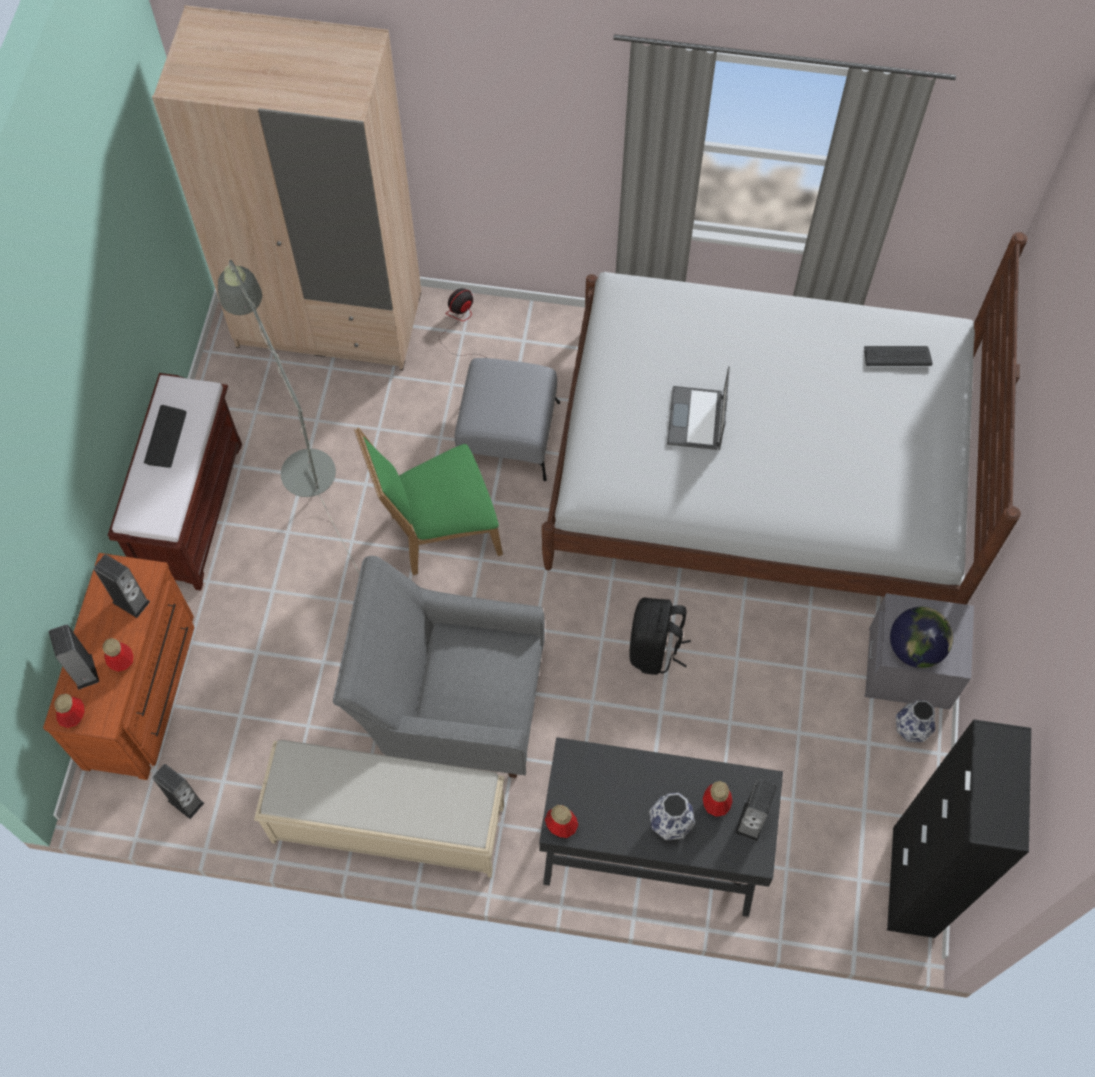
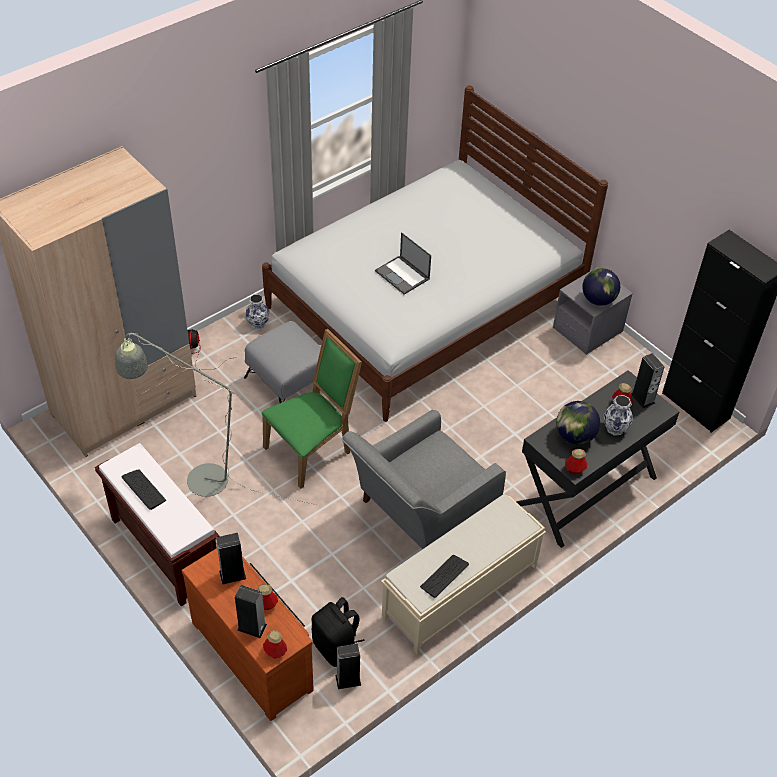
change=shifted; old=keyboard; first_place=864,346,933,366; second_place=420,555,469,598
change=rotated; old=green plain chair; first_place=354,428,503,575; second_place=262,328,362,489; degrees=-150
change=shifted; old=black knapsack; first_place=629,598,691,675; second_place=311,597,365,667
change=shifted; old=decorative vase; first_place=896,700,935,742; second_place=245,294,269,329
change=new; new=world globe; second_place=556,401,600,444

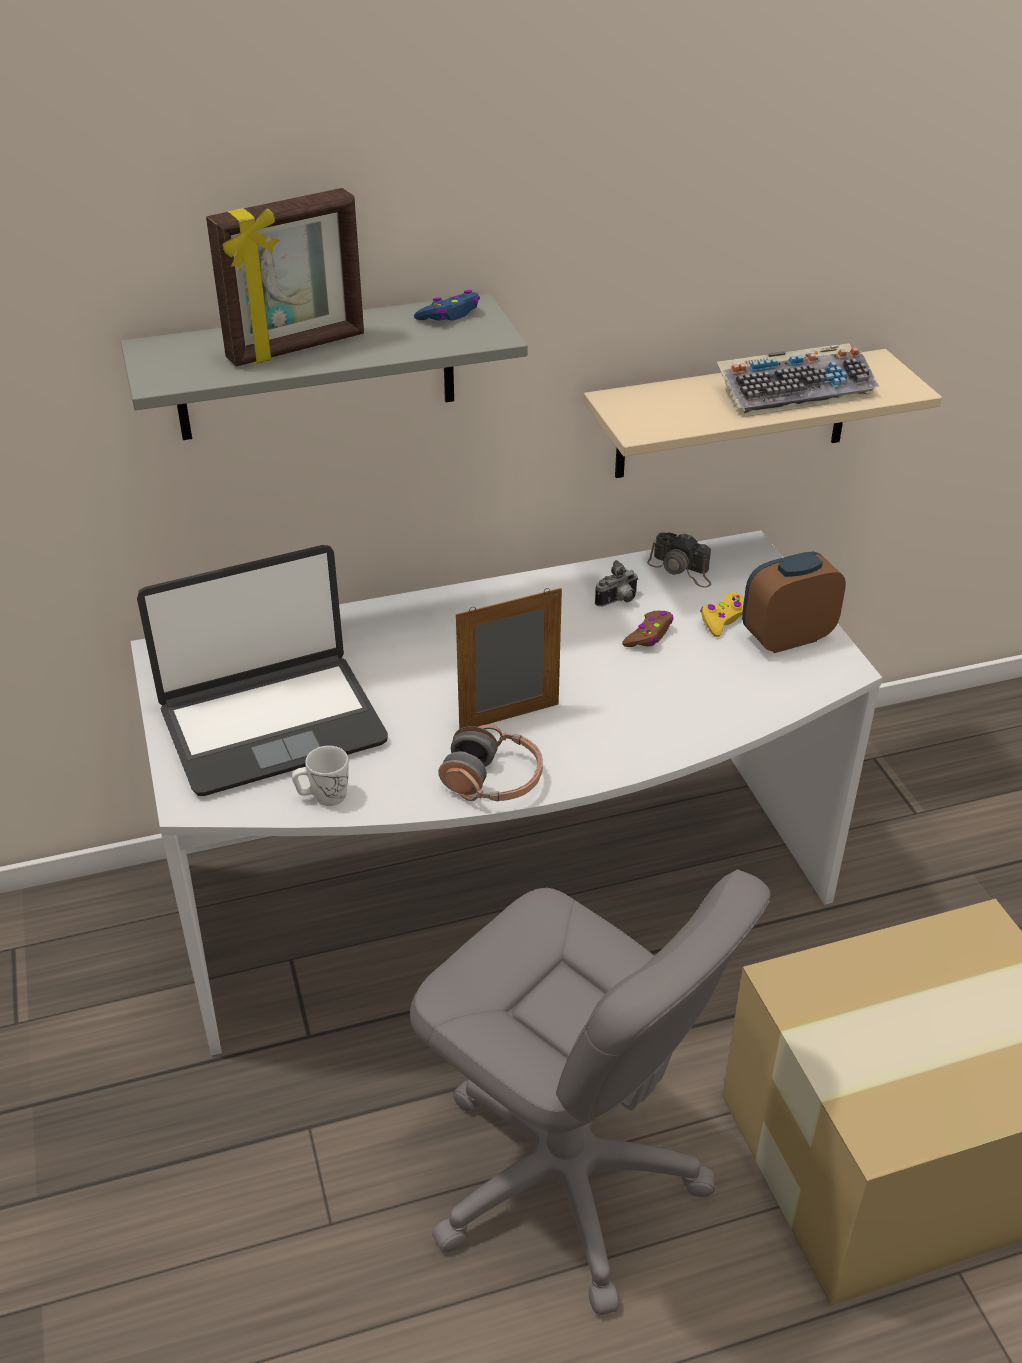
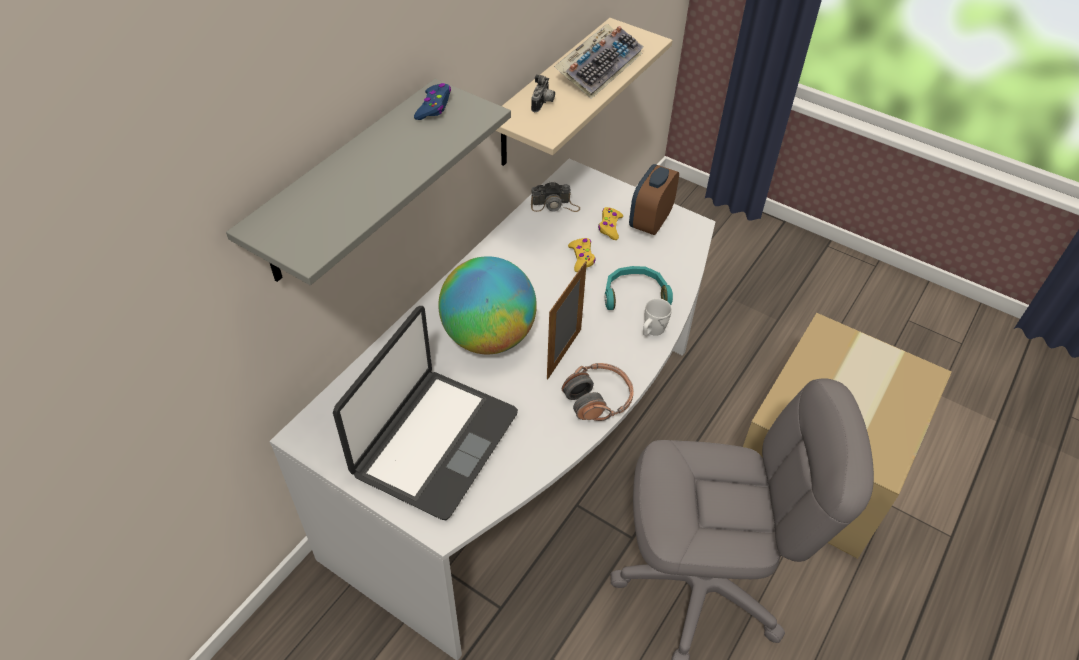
change=gone; old=standing frame; first_place=206,188,364,367
change=shifted; old=photo camera; first_place=595,560,639,607; second_place=531,75,555,112
change=repainted; old=brown joypad; new=yellow-coloured joypad; first_place=622,611,673,647; second_place=568,238,596,272
change=shifted; old=whitish tea mug; first_place=292,746,349,806; second_place=643,298,672,336
change=new; new=world globe; second_place=438,256,537,354
change=new; new=turquoise pair of headphones; second_place=605,266,673,310

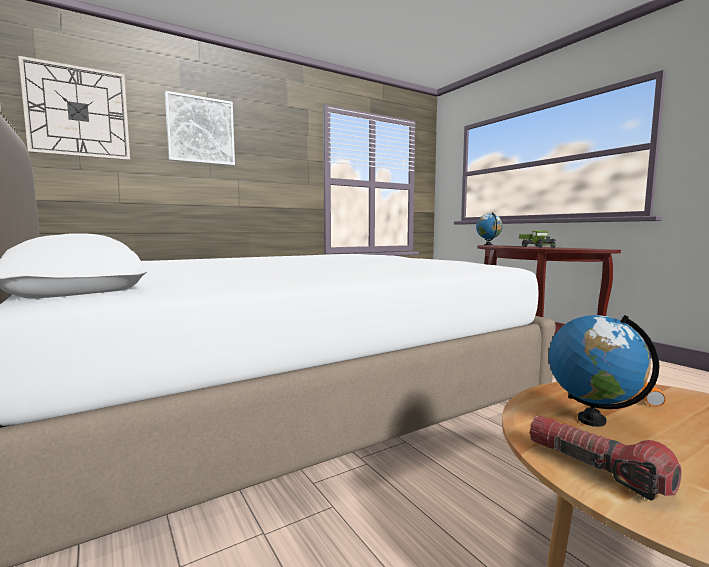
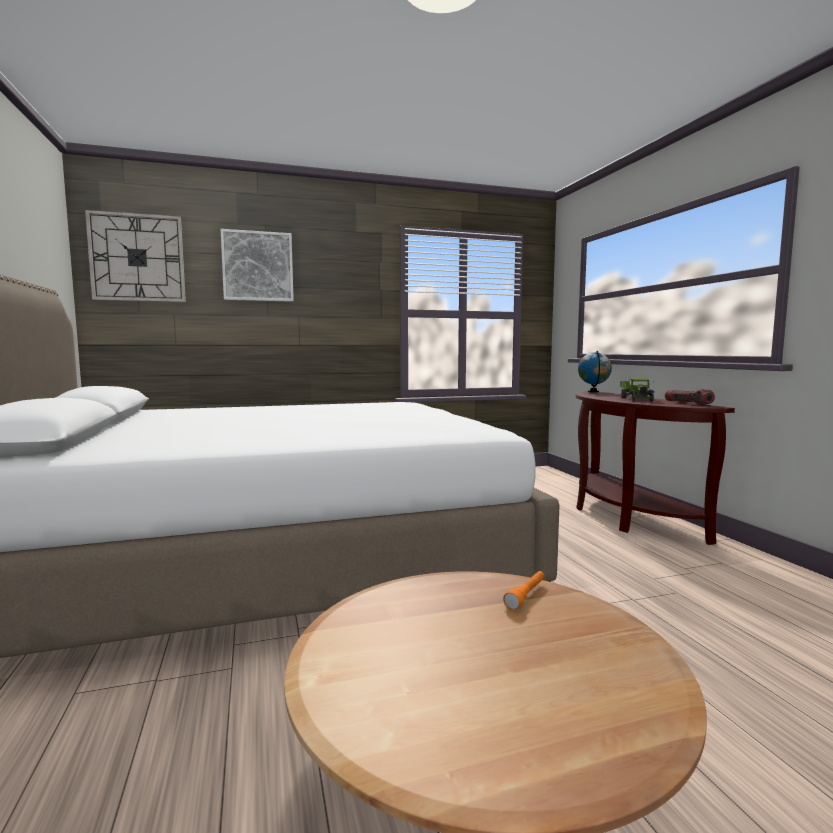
change=gone; old=world globe; first_place=549,315,660,427
change=shifted; old=torch; first_place=529,415,682,500; second_place=665,389,715,405

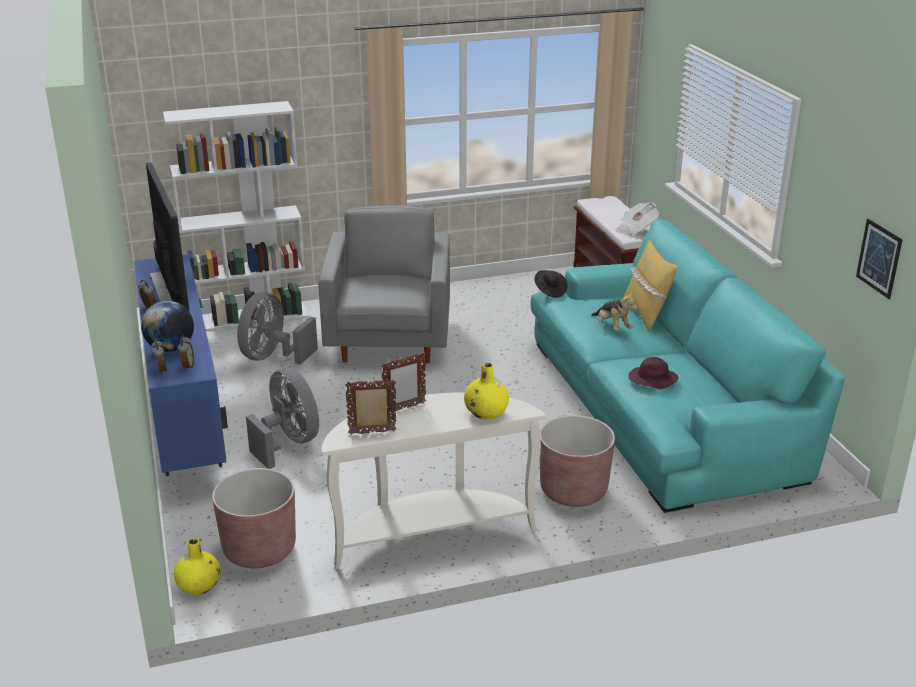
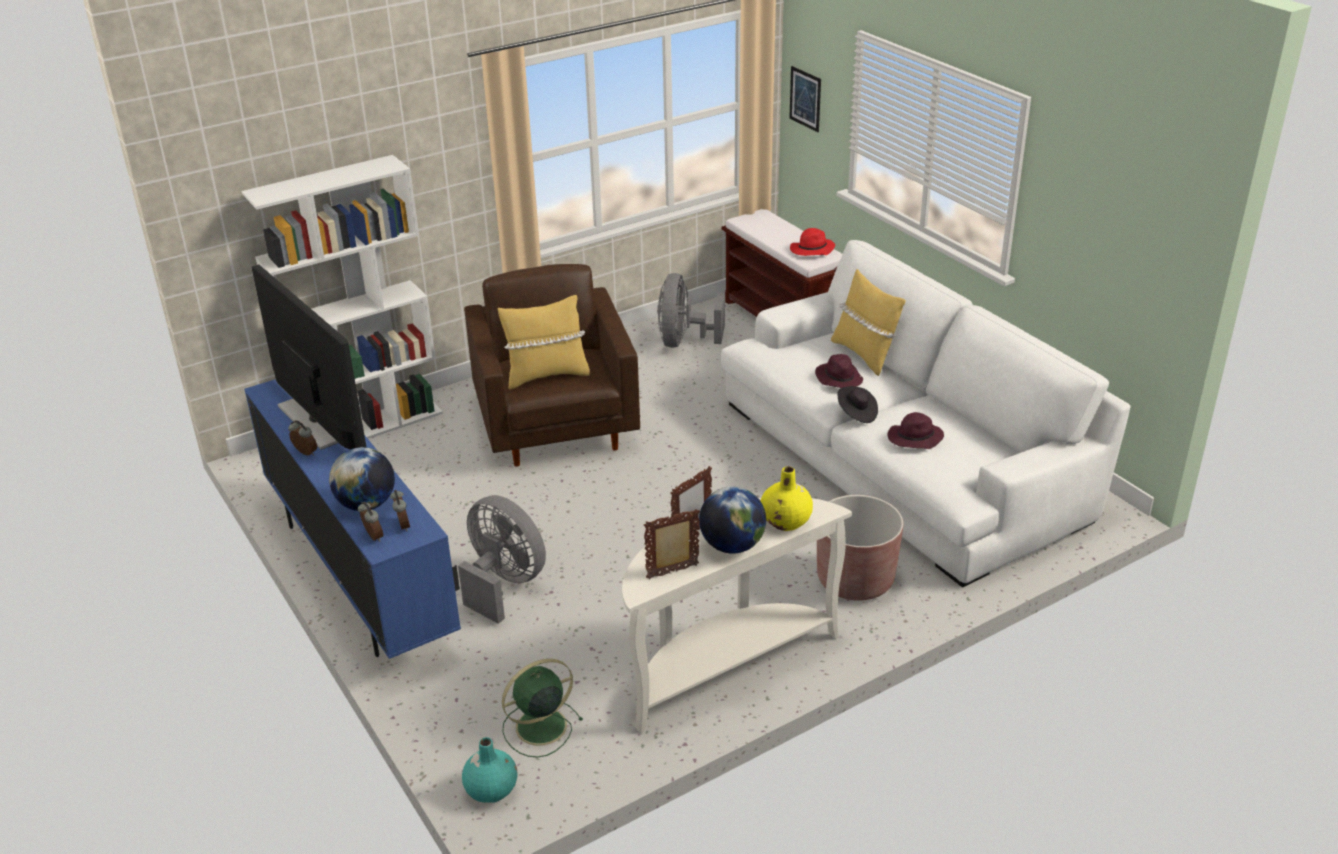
change=swapped; old=newspaper; new=reddish clothing hat; first_place=615,202,659,235; second_place=790,228,835,256
change=repainted; old=gray easy chair; new=brown easy chair; first_place=318,205,450,363; second_place=464,264,640,467
change=repainted; old=turquoise couch; new=whitish couch; first_place=531,219,845,513; second_place=721,240,1131,588
change=shifted; old=picture; first_place=856,219,903,299; second_place=789,66,821,132
change=shifted; old=black clothing hat; first_place=534,270,567,298; second_place=838,386,878,423
change=swapped; old=soft toy; new=purple-coloured clothing hat; first_place=591,291,638,331; second_place=815,354,863,388
change=shifted; old=gray cooling fan; first_place=237,292,318,364; second_place=657,273,725,348
change=swapped; old=brown flower pot; new=green cooling fan; first_place=212,468,296,568; second_place=502,659,583,758
change=repainted; old=yellow-coloured decorative vase; new=turquoise decorative vase; first_place=174,538,221,595; second_place=462,737,517,803
change=new; new=yellow-coloured throw pillow; second_place=498,295,590,389
change=new; new=world globe; second_place=699,486,766,554

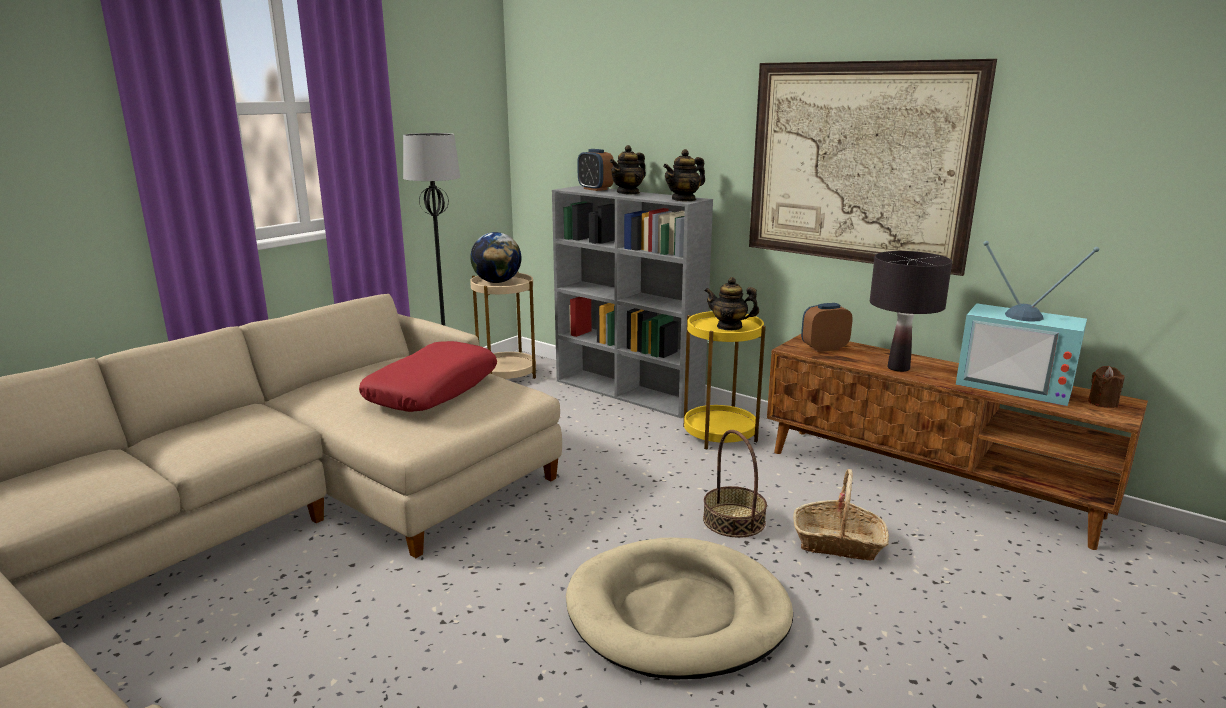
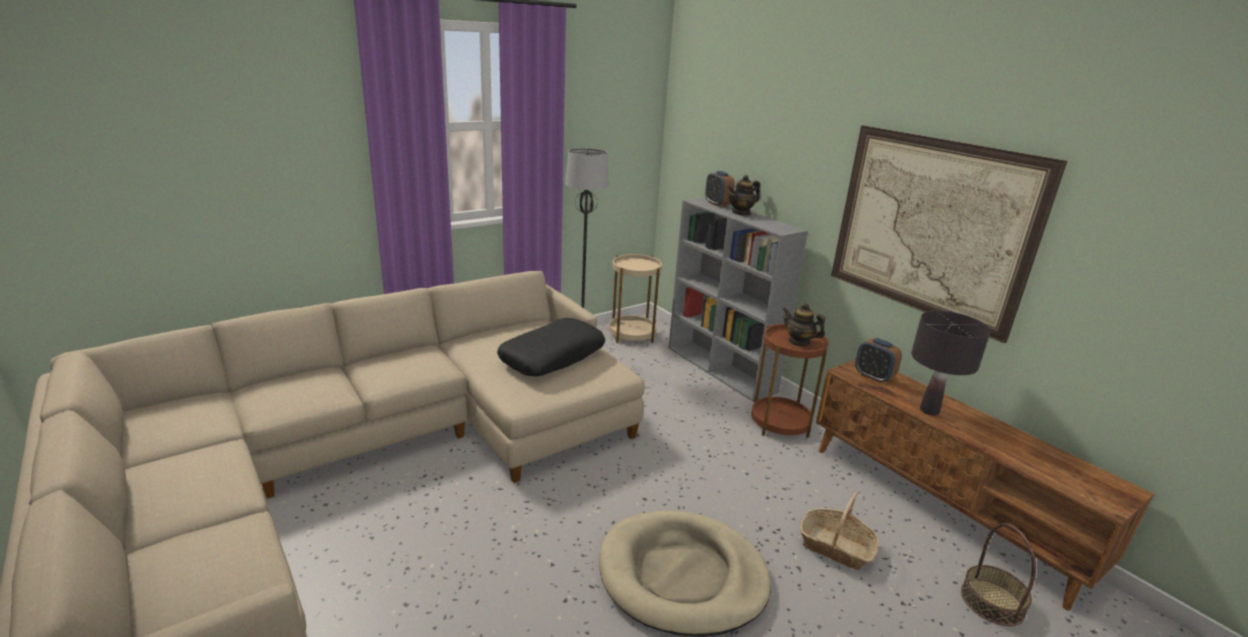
change=gone; old=tea pot; first_place=663,149,705,202
change=gone; old=world globe; first_place=470,232,521,283
change=gone; old=TV set; first_place=956,241,1099,406
change=rotated; old=alarm clock; first_place=801,303,852,352; second_place=855,338,902,383; degrees=-135
change=repainted; old=yellow-coloured end table; new=brown end table; first_place=684,311,766,449; second_place=751,324,829,438
change=repainted; old=reddish throw pillow; new=black throw pillow; first_place=359,341,497,412; second_place=497,318,605,376
change=gone; old=brown wax candle; first_place=1088,366,1124,408
change=shifted; old=household basket; first_place=703,430,767,538; second_place=961,523,1036,626

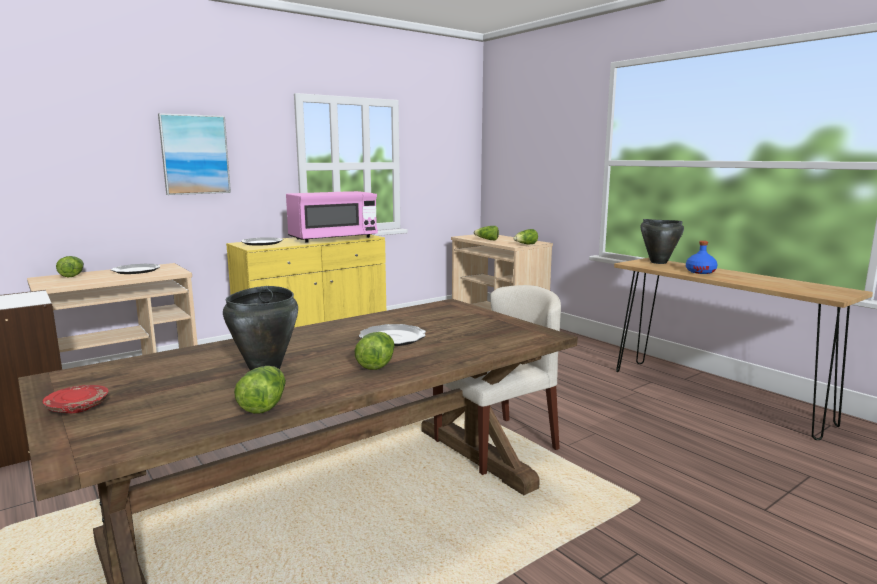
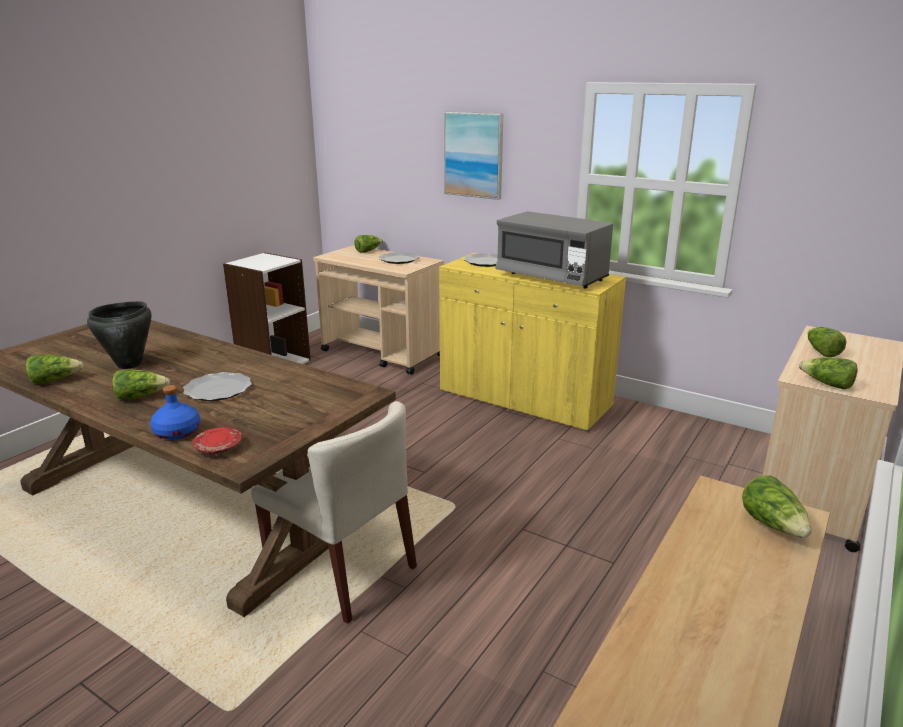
change=repainted; old=pink-coloured microwave oven; new=gray microwave oven; first_place=286,191,378,243; second_place=496,211,613,288
change=swapped; old=black cooking pot; new=lettuce; first_place=641,219,684,264; second_place=742,475,812,538
change=shifted; old=bluish bottle; first_place=686,241,718,274; second_place=150,385,200,440
change=shifted; old=reddish dinner plate; first_place=43,385,108,413; second_place=192,427,242,455

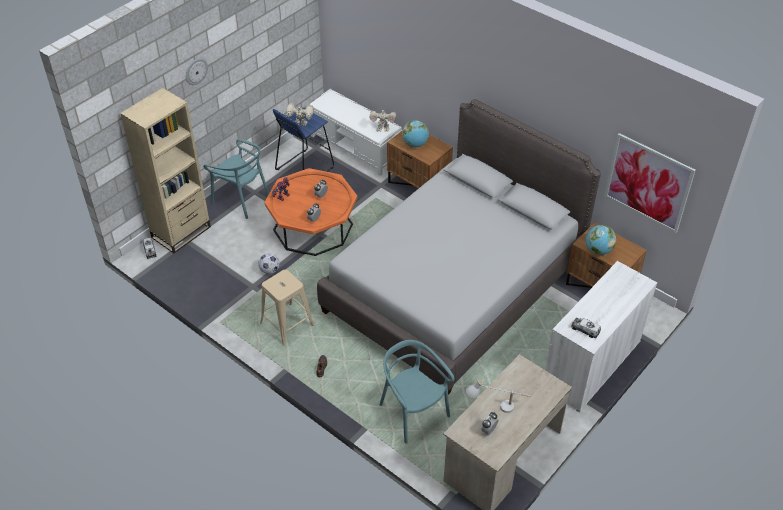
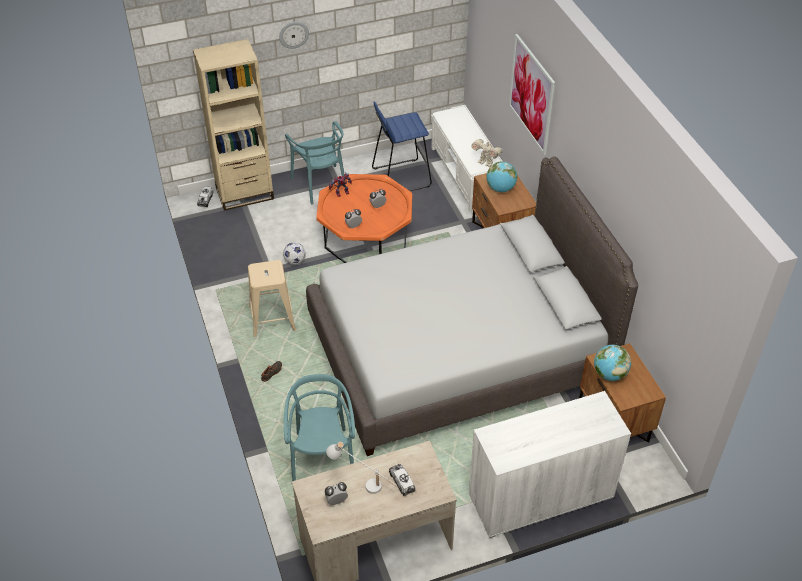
change=gone; old=toy robot; first_place=285,103,314,126
change=shifted; old=picture; first_place=605,133,696,233; second_place=509,34,555,155
change=shifted; old=toy truck; first_place=571,318,601,339; second_place=389,464,416,496

